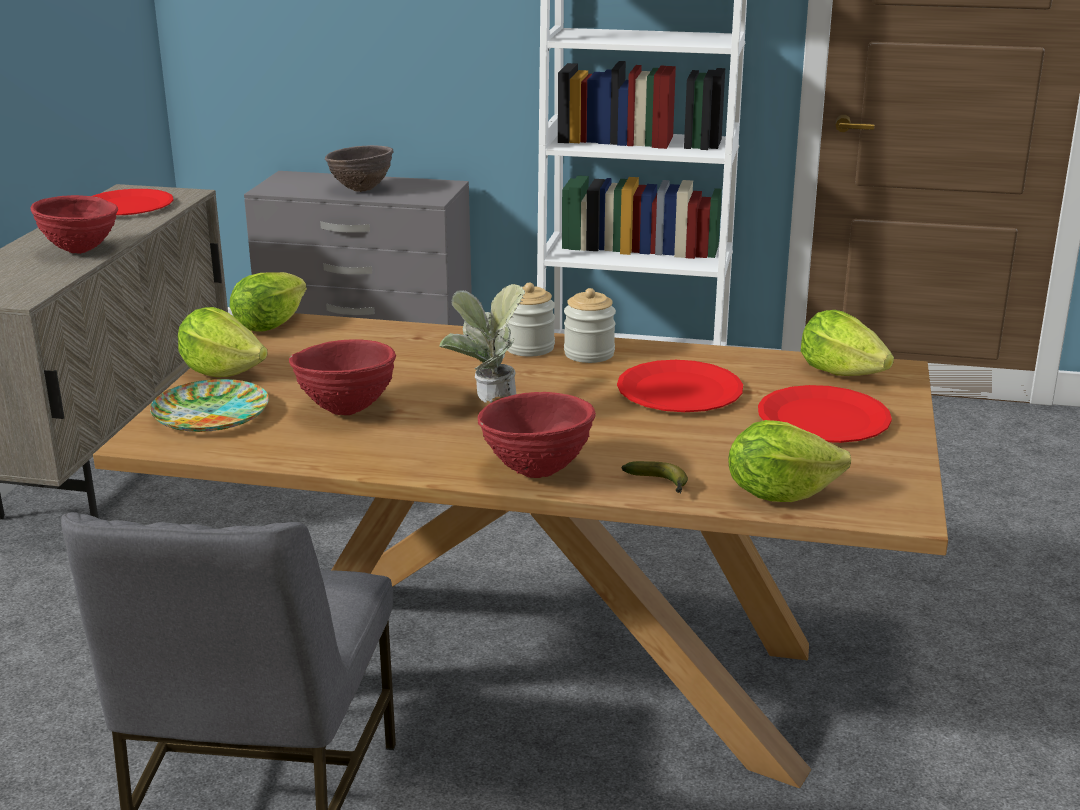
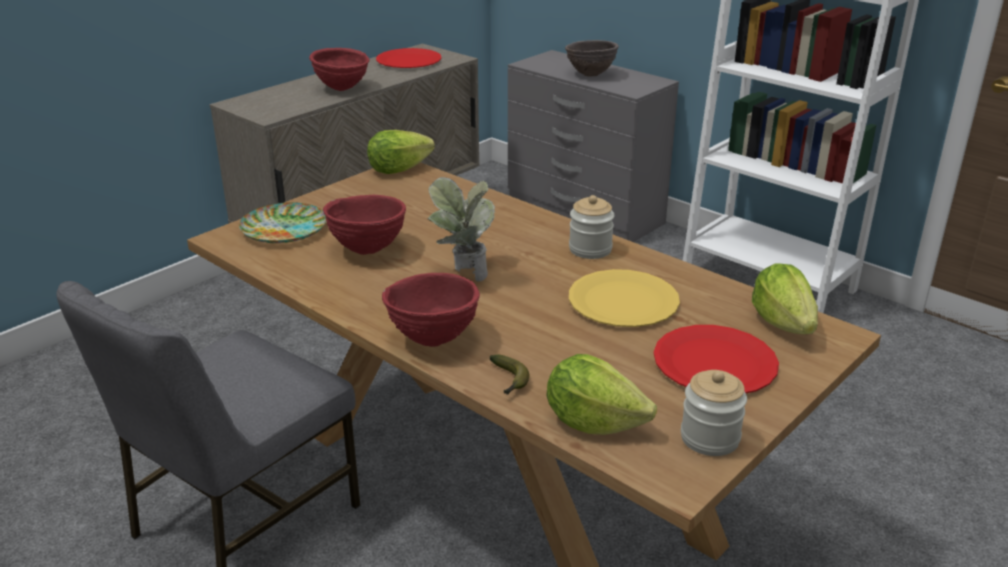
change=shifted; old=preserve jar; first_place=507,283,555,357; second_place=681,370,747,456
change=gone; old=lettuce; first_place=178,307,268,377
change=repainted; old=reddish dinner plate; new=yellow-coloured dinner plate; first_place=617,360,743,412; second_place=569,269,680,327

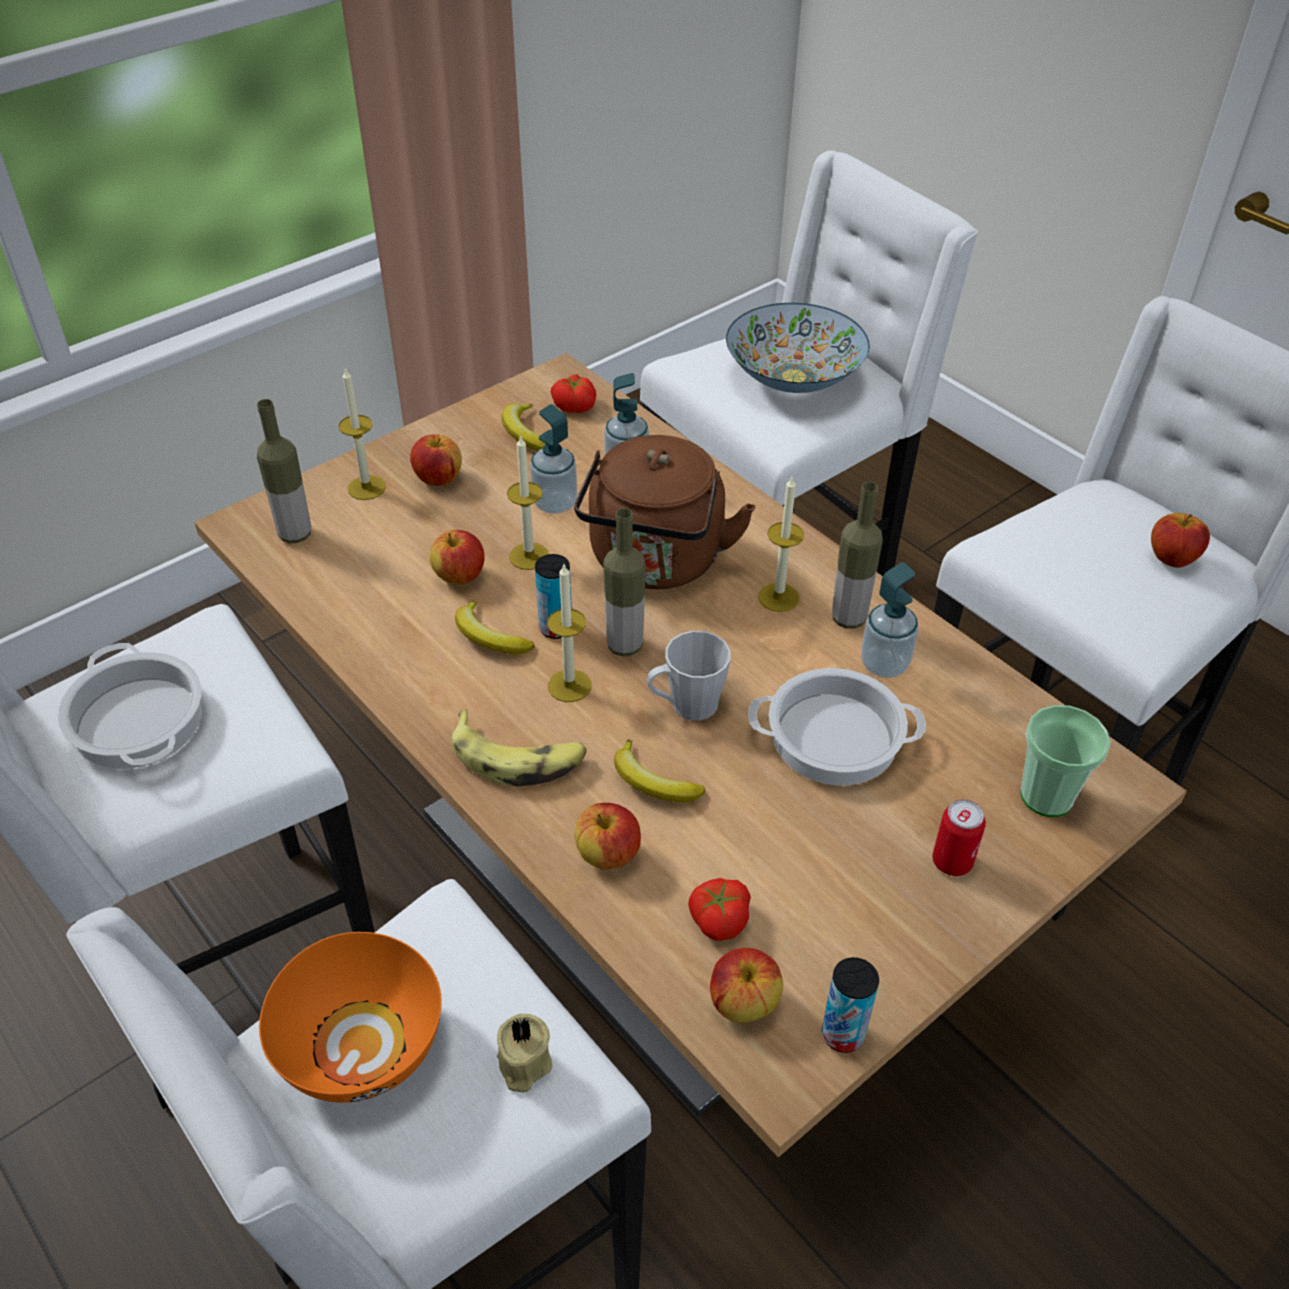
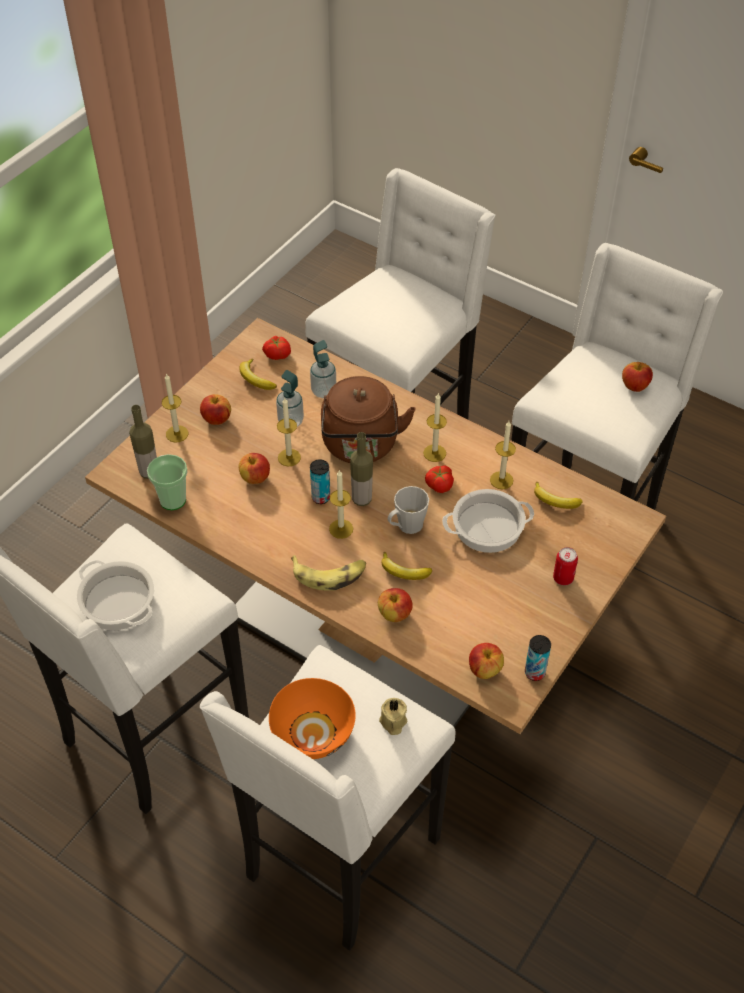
change=gone; old=serving bowl; first_place=726,303,870,393
change=gone; old=bottle; first_place=832,482,883,629
change=swapped; old=soap dispenser; new=wax candle; first_place=861,562,918,678; second_place=490,421,516,489
change=shifted; old=banana fruit; first_place=455,600,535,654; second_place=534,482,583,509
change=shifted; old=cup; first_place=1020,705,1111,817; second_place=147,454,188,510
change=shifted; old=whole tomato; first_place=688,878,751,941; second_place=425,465,454,493

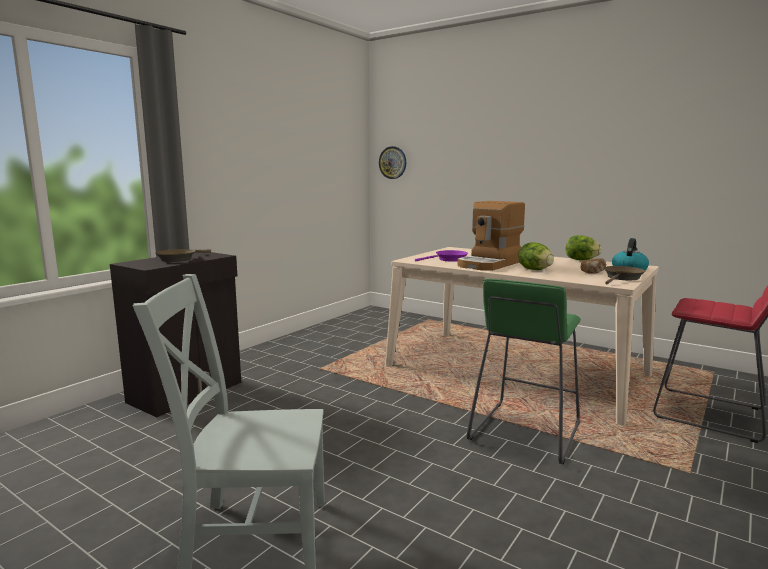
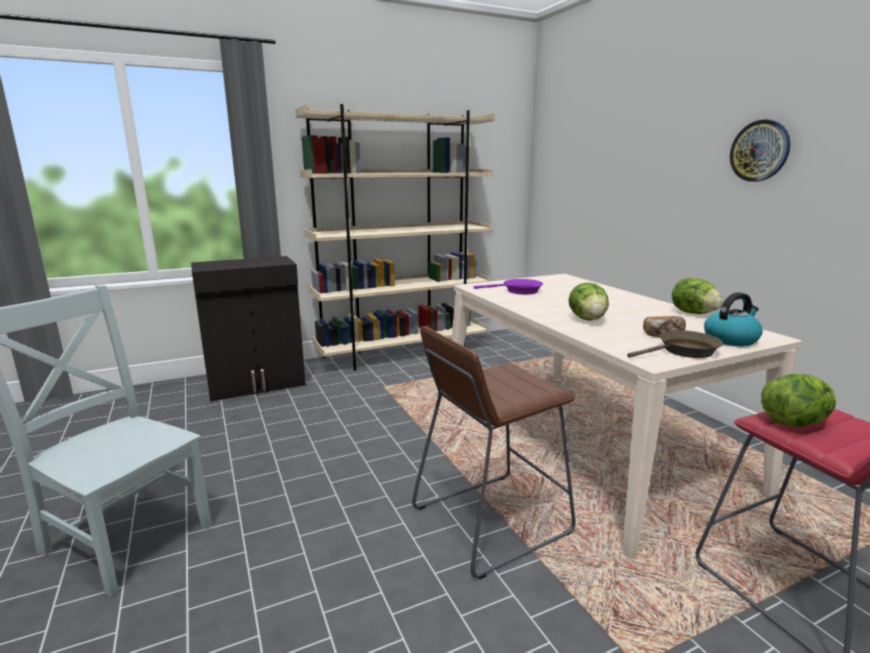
change=shifted; old=clock on the wall; first_place=379,146,406,179; second_place=730,119,791,182
change=gone; old=coffee brewer; first_place=457,201,525,271
change=gone; old=brown pan; first_place=155,249,211,262
change=repainted; old=green stool seat; new=brown stool seat; first_place=467,278,581,464; second_place=412,326,576,579
change=new; new=beige-coloured bookcase; second_place=295,104,495,371
change=new; new=lettuce; second_place=761,373,837,427

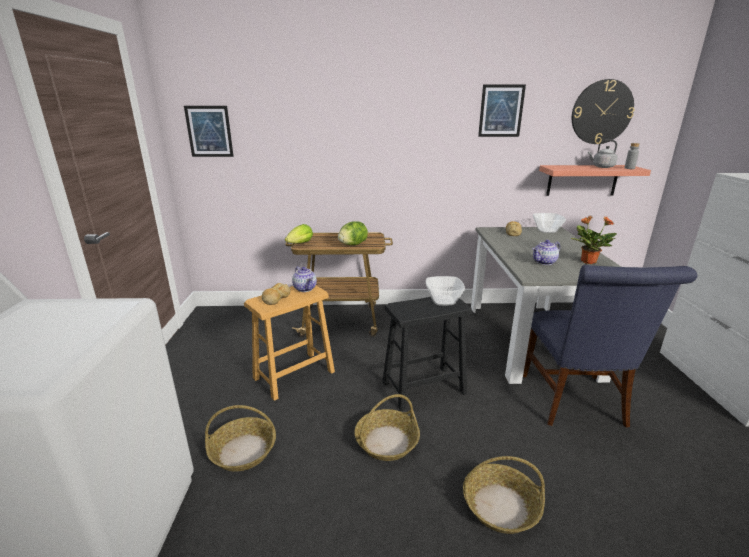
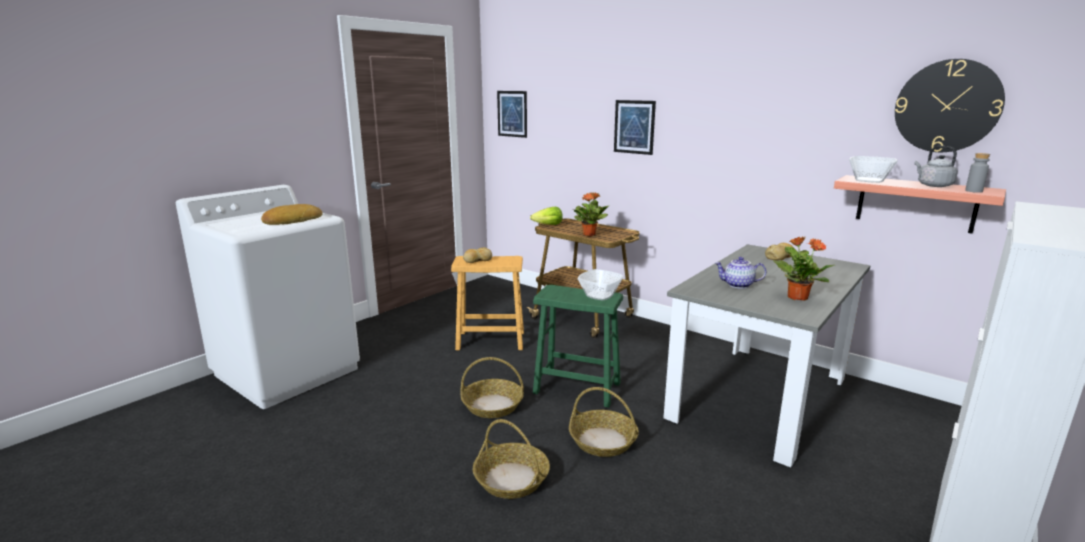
change=shifted; old=picture; first_place=478,84,526,137; second_place=614,100,656,155
change=shifted; old=serving bowl; first_place=533,213,566,233; second_place=849,156,897,183
change=swapped; old=lettuce; new=houseplant; first_place=338,221,368,245; second_place=574,192,609,236
change=gone; old=bluish plain chair; first_place=523,265,697,428
change=gone; old=tea pot; first_place=292,266,317,292
change=repainted; old=black stool seat; new=green stool seat; first_place=382,297,473,411; second_place=533,285,623,408
change=shifted; old=household basket; first_place=205,405,276,471; second_place=569,387,639,457
change=new; new=baked bread; second_place=261,204,323,225

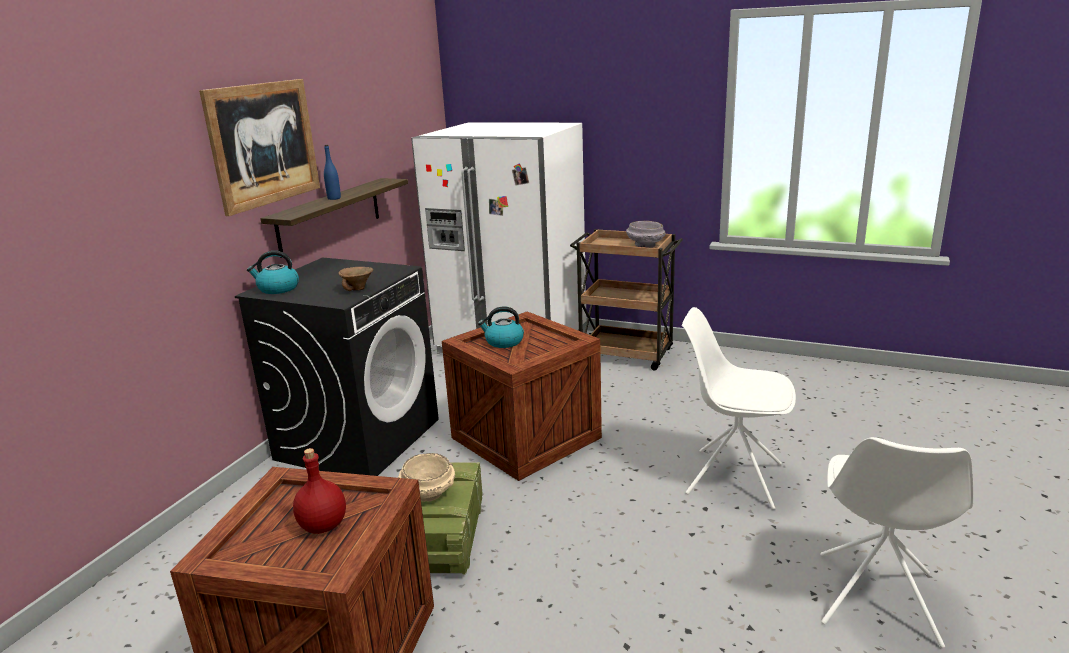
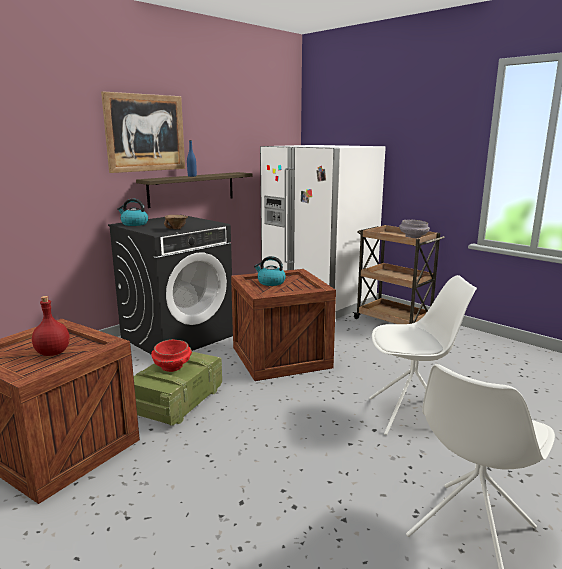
change=rotated; old=whitish plain chair; first_place=682,307,796,510; second_place=369,275,477,435; degrees=135
change=repainted; old=beige-coloured serving bowl; new=reddish serving bowl; first_place=398,453,455,502; second_place=151,339,192,372

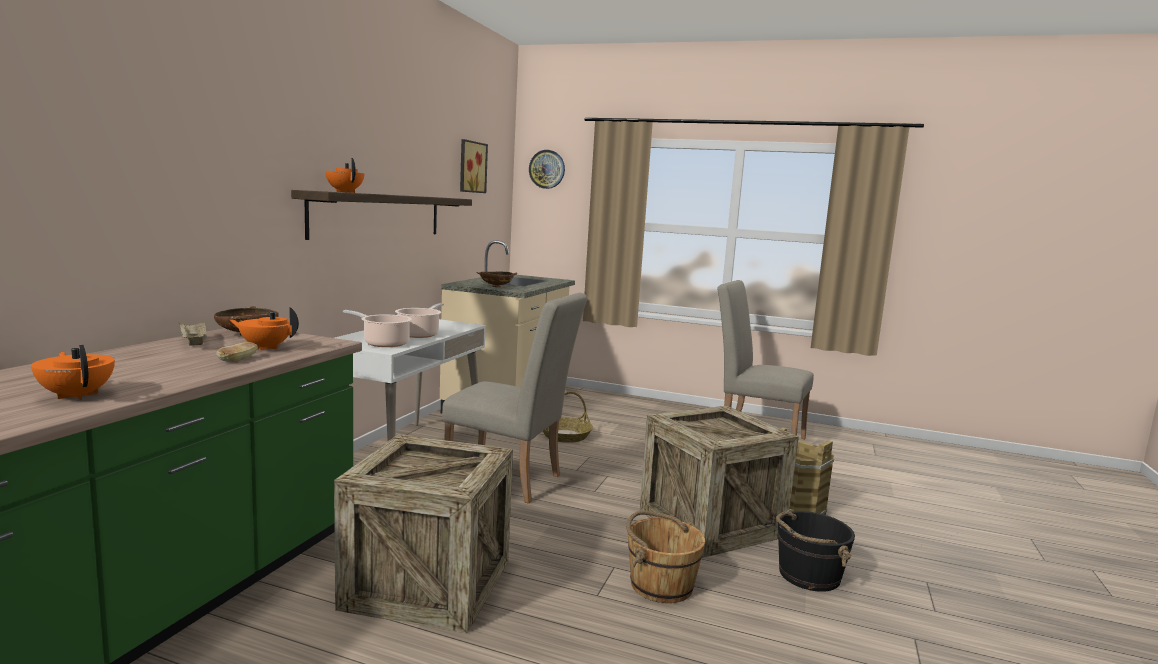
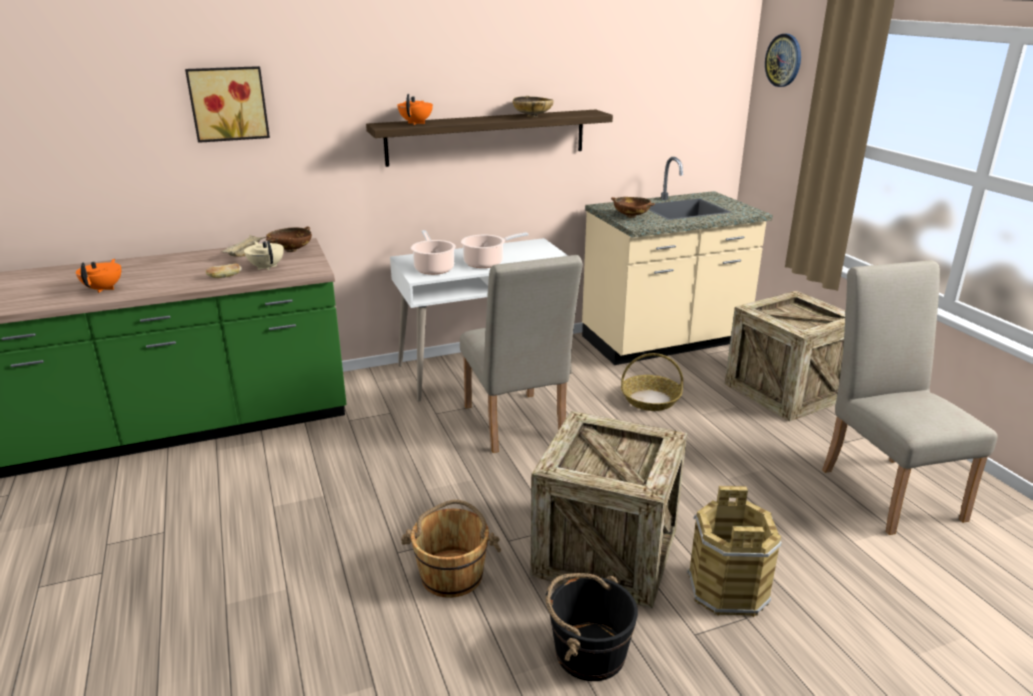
change=shifted; old=picture; first_place=460,139,488,193; second_place=185,66,270,143
change=repainted; old=orange tea pot; new=beige-coloured tea pot; first_place=230,307,299,351; second_place=244,241,284,270
change=shifted; old=packing crate; first_place=334,434,513,634; second_place=725,291,846,422
change=new; new=beige-coloured serving bowl; second_place=513,96,554,117

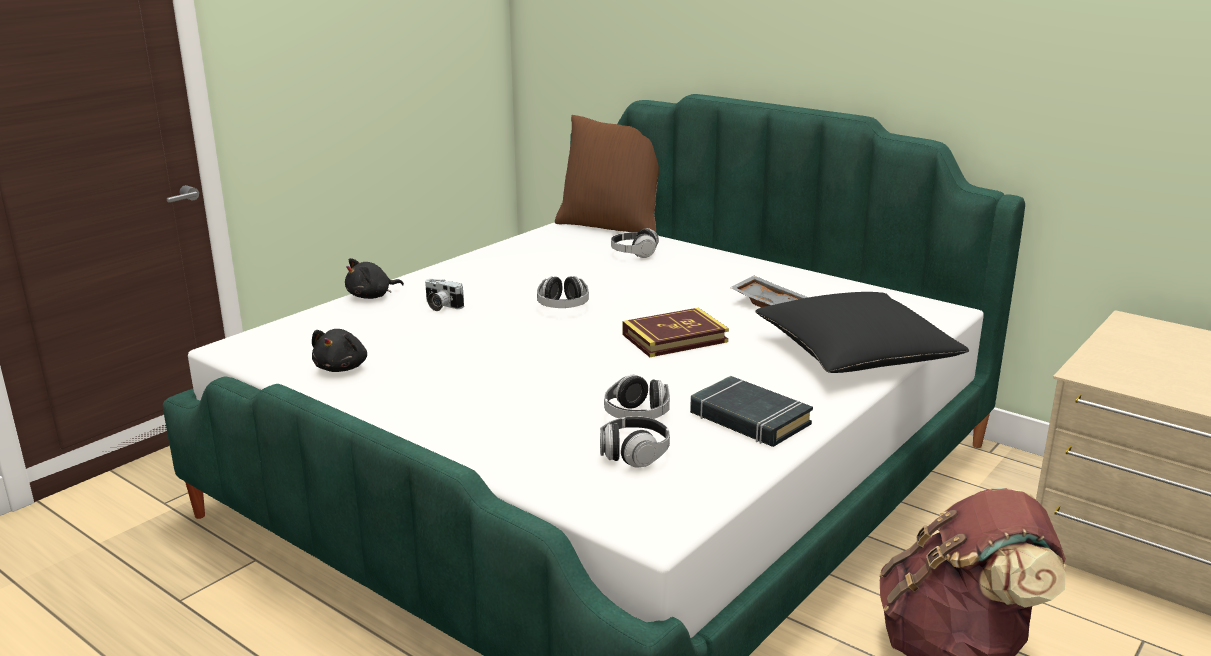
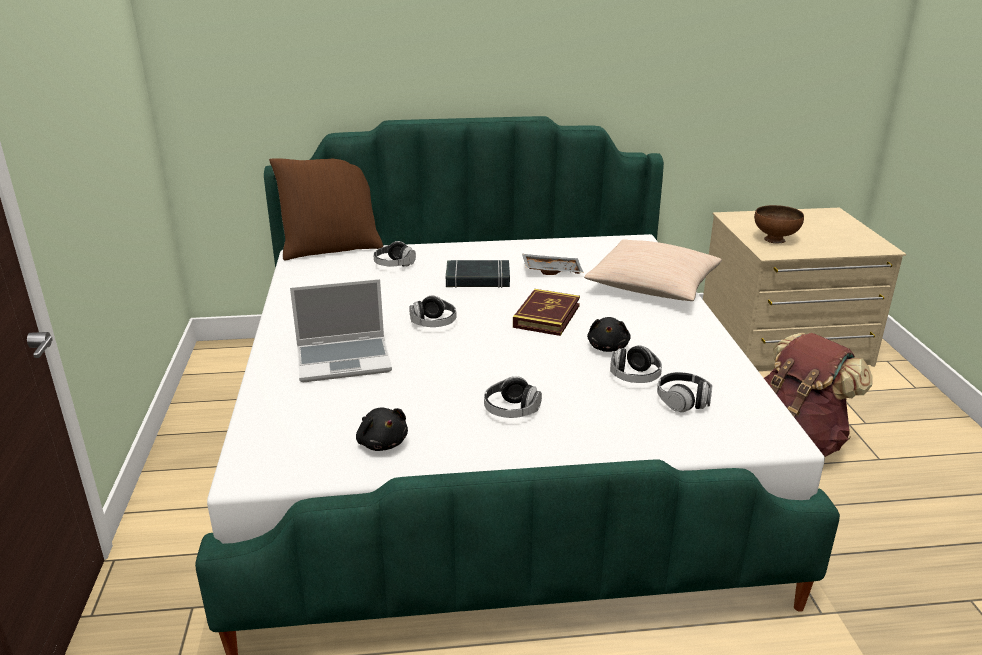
change=shifted; old=black soft toy; first_place=345,258,404,299; second_place=587,317,631,352
change=swapped; old=photo camera; new=portable computer; first_place=425,279,464,311; second_place=290,279,392,382
change=repainted; old=black throw pillow; new=beige-coloured throw pillow; first_place=755,292,969,373; second_place=584,239,722,301
change=shifted; old=black book; first_place=690,376,813,447; second_place=446,260,510,288
change=new; new=brown serving bowl; second_place=754,205,804,243
change=new; new=pair of headphones; second_place=484,376,542,418

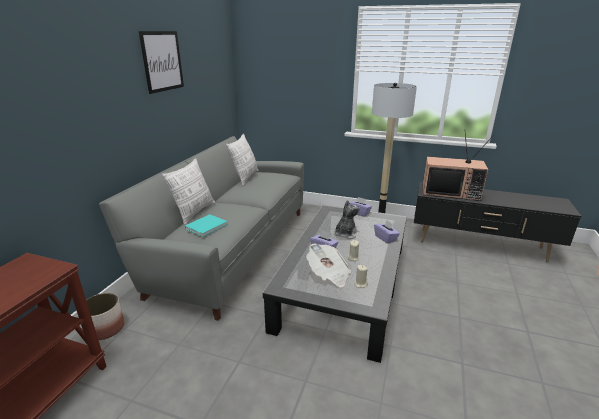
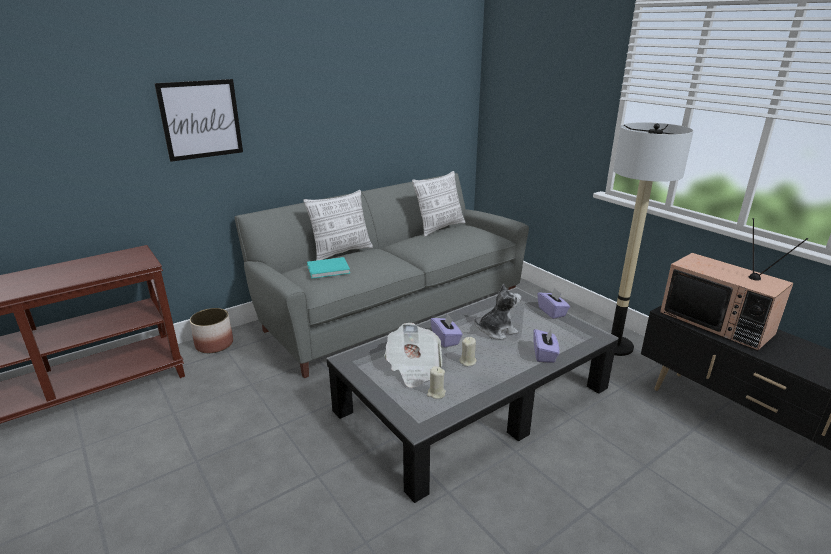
change=shifted; old=picture; first_place=139,31,184,94; second_place=154,79,243,162

